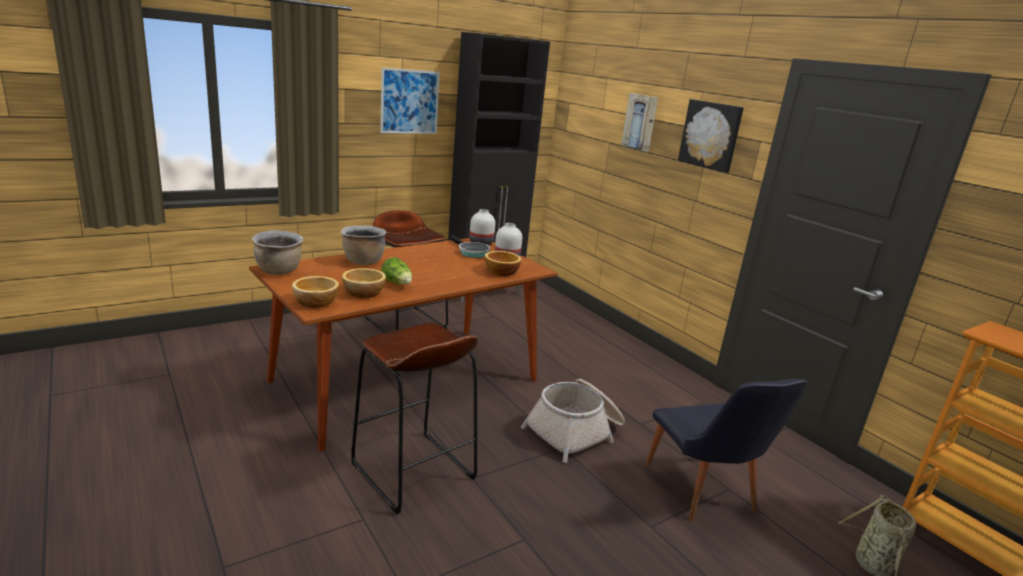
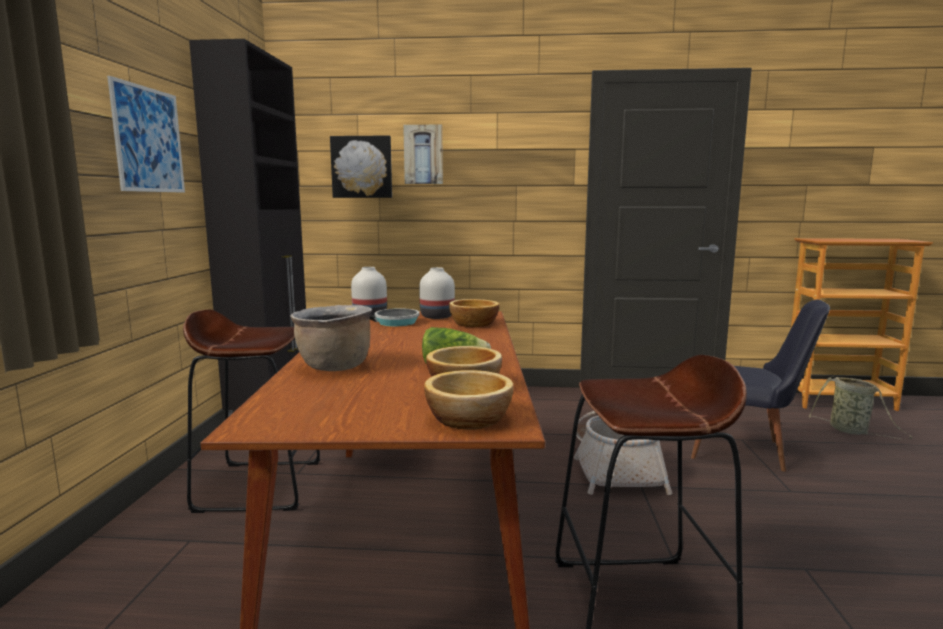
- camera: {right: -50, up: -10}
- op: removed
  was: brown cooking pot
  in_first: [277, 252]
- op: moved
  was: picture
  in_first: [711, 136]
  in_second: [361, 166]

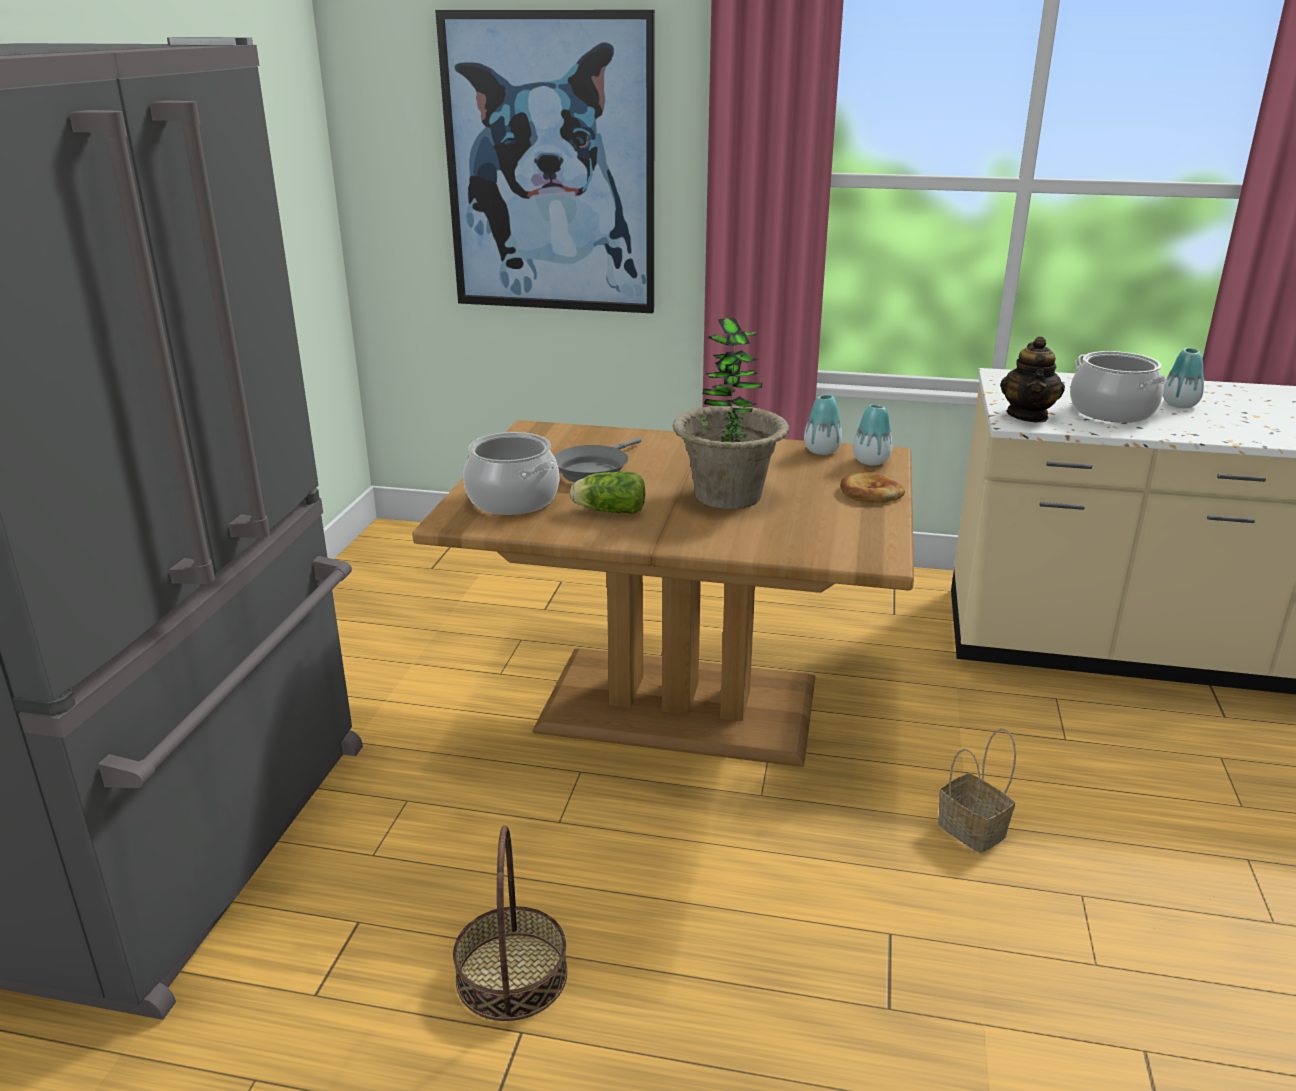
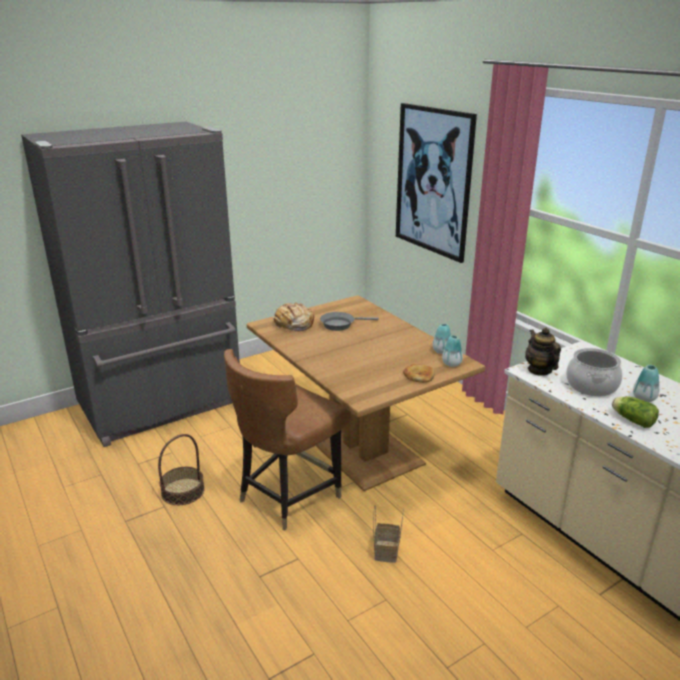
- camera: {right: 45, up: 0}
- op: removed
  was: potted plant
  in_first: [731, 413]
- op: added
  now: brown chair
  in_second: [287, 440]
- op: moved
  was: lettuce
  in_first: [608, 493]
  in_second: [635, 412]
- op: replaced
  was: cooking pot
  now: bread
  in_first: [511, 473]
  in_second: [293, 317]
- op: turned
  was: teapot
  in_first: [1032, 379]
  in_second: [543, 352]
  clockwise: 105

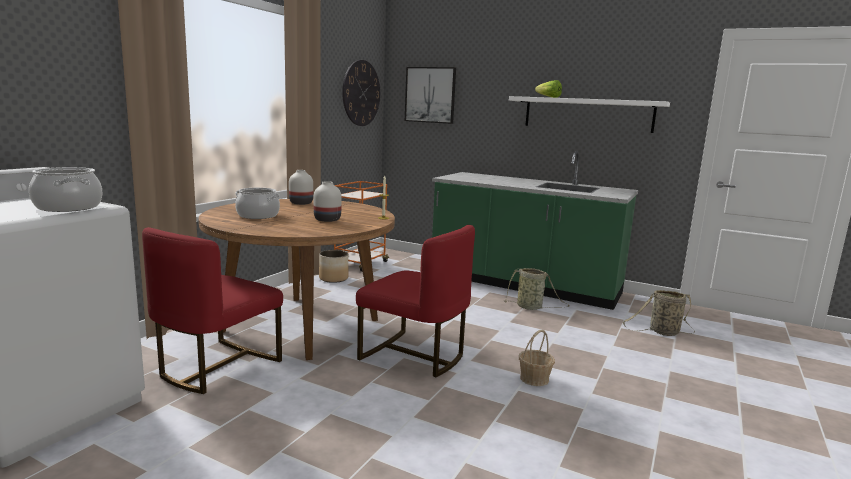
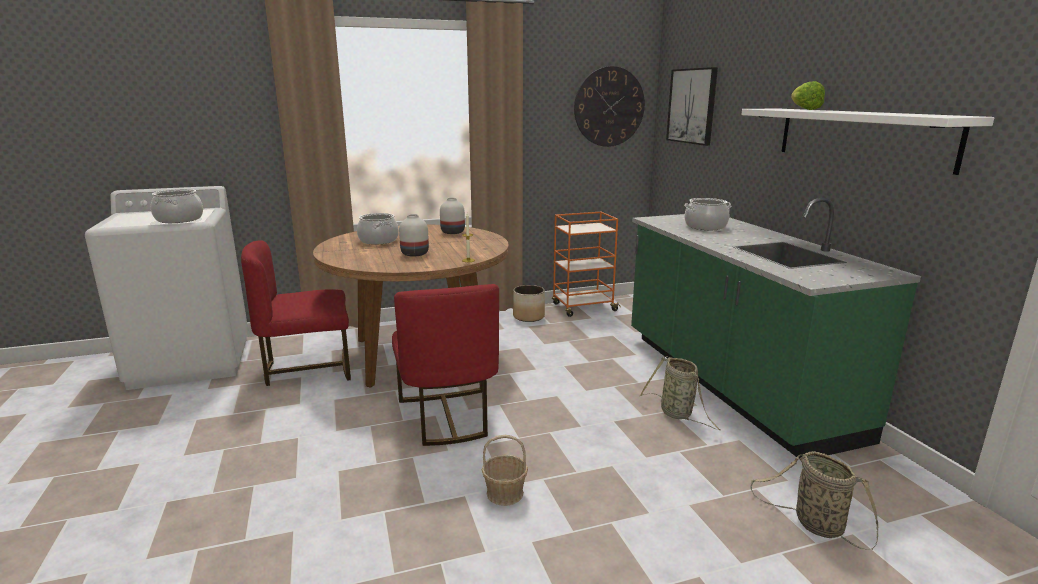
- camera: {right: 45, up: 5}
- op: added
  now: cooking pot
  in_second: [707, 214]

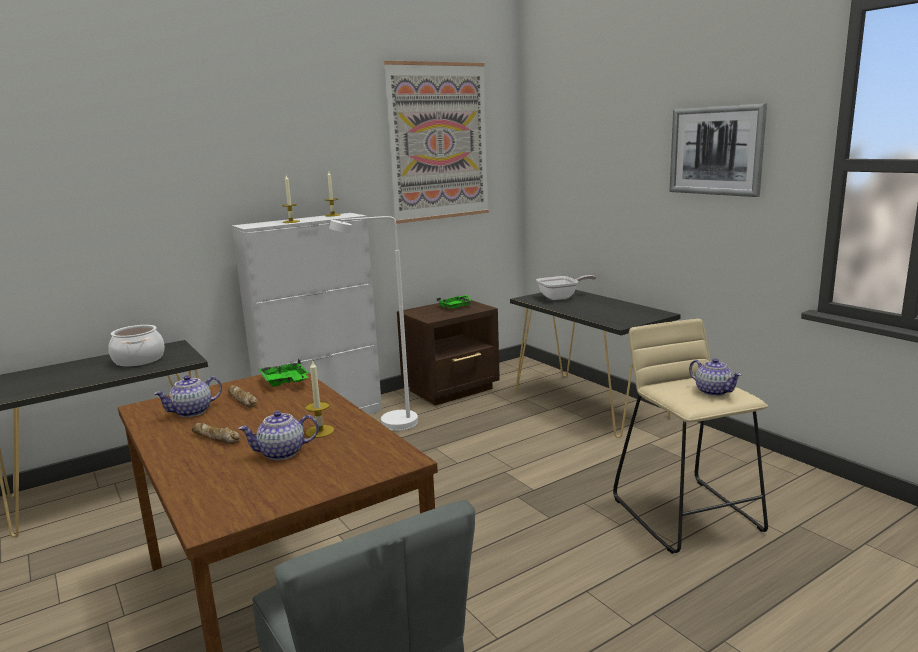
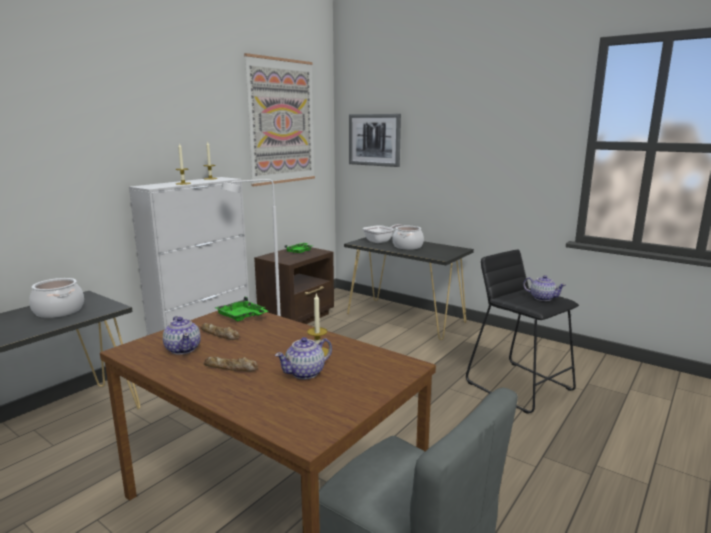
- camera: {right: -20, up: 0}
- op: added
  now: cooking pot
  in_second: [408, 238]
- op: moved
  was: picture
  in_first: [718, 150]
  in_second: [375, 140]
- op: recoloured
  was: beige stool
  now: black stool
  in_first: [690, 436]
  in_second: [522, 332]
- op: turned
  was: teapot
  in_first: [188, 396]
  in_second: [182, 335]
  clockwise: -60

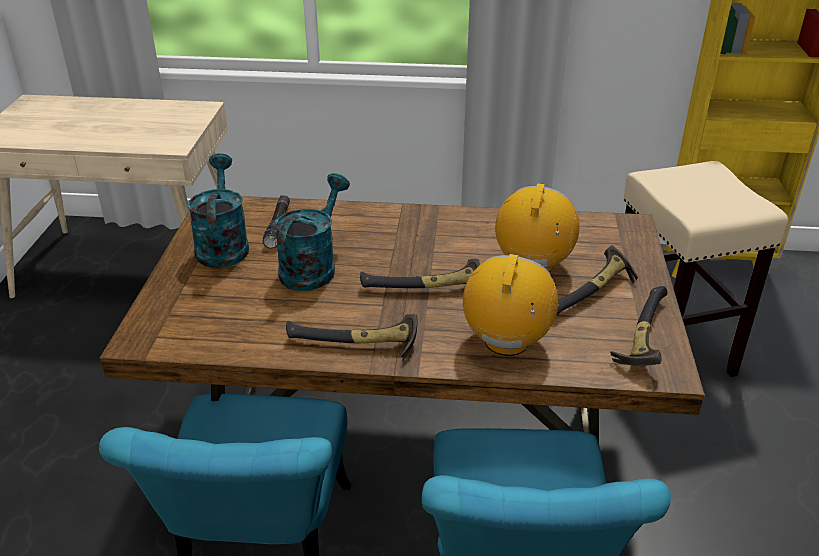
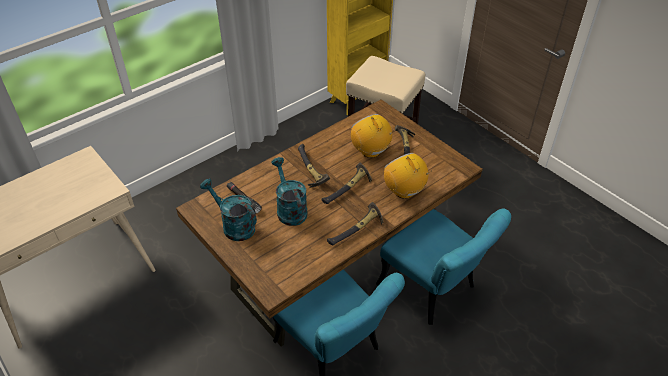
- camera: {right: -45, up: 10}
- op: moved
  was: hammer
  in_first: [638, 326]
  in_second: [314, 166]

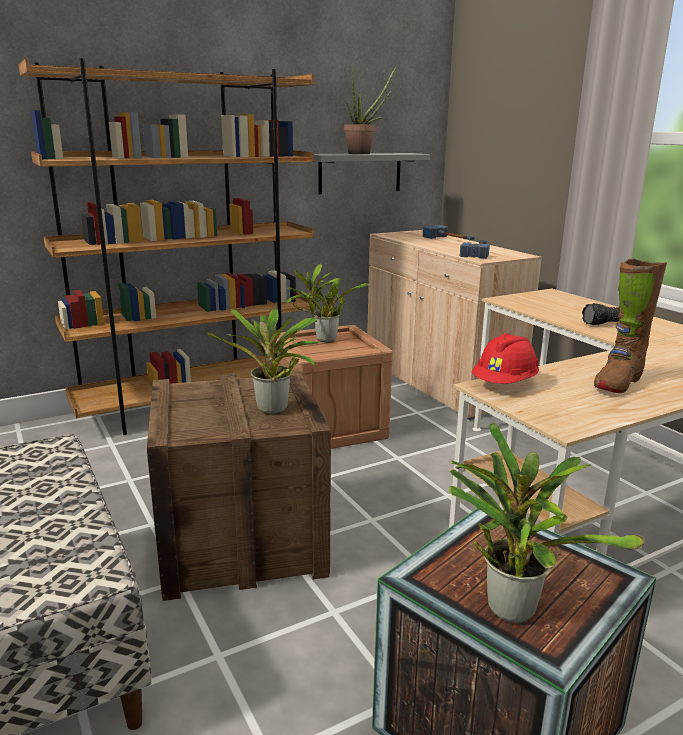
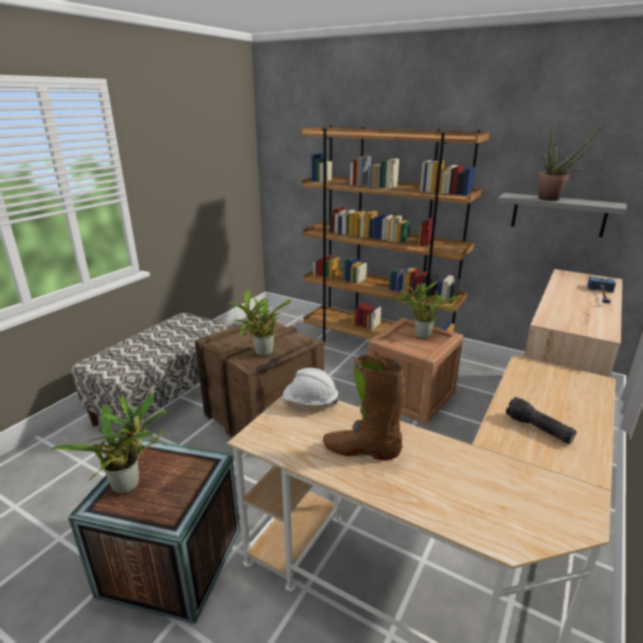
- camera: {right: 60, up: 5}
- op: removed
  was: hammer
  in_first: [475, 249]
- op: recoloured
  was: red hard hat
  now: white hard hat
  in_first: [505, 358]
  in_second: [311, 387]

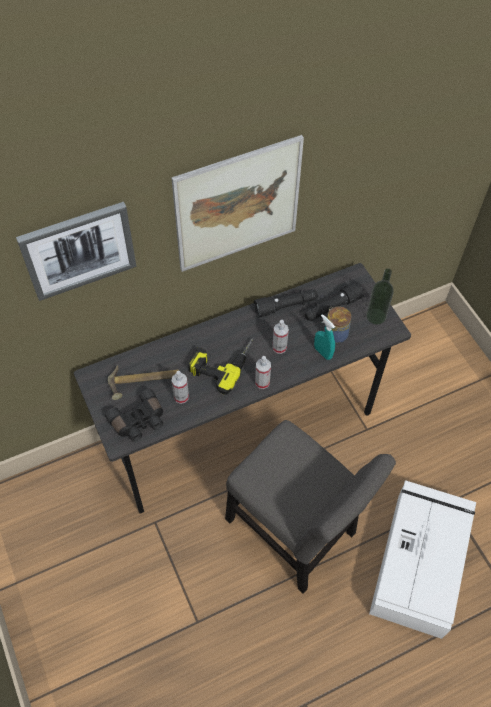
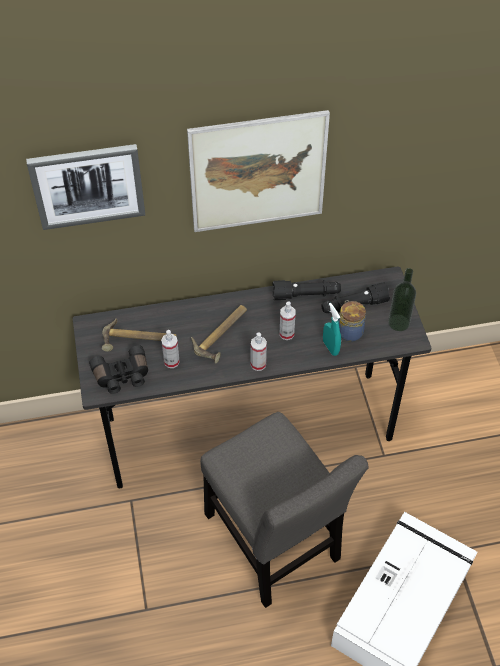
- camera: {right: 15, up: -5}
- op: replaced
  was: power drill
  now: hammer
  in_first: [221, 366]
  in_second: [219, 334]

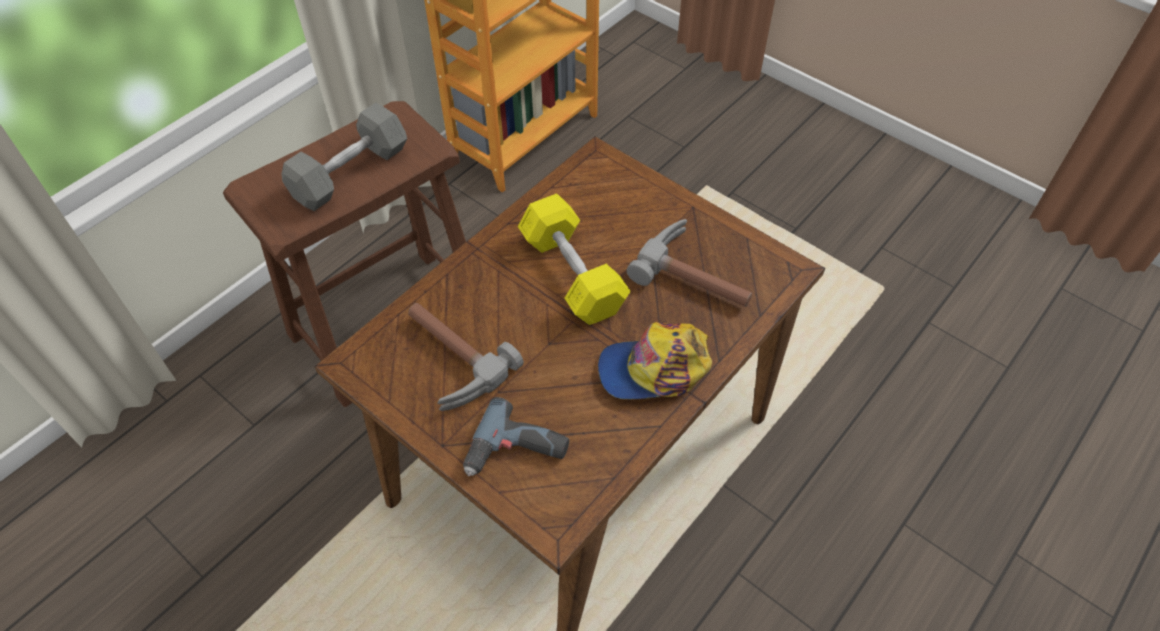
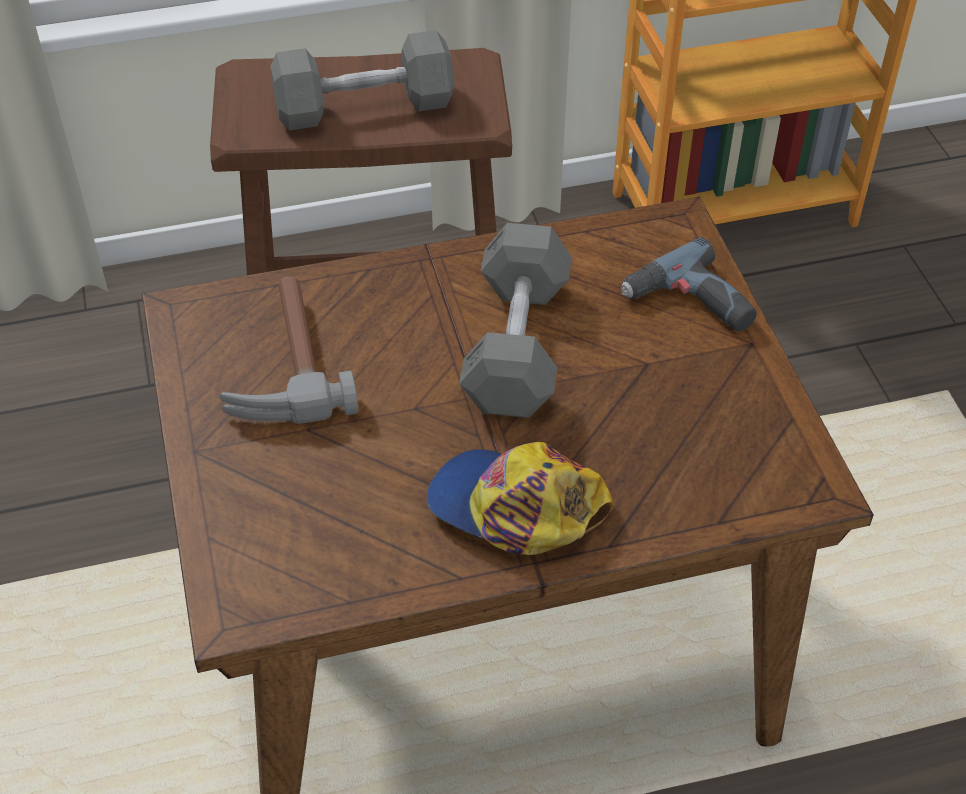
- camera: {right: 35, up: -5}
- op: removed
  was: hammer
  in_first: [689, 263]
- op: moved
  was: power drill
  in_first: [516, 436]
  in_second: [689, 284]
- op: recoloured
  was: yellow dumbbell
  now: grey dumbbell
  in_first: [574, 259]
  in_second: [515, 320]

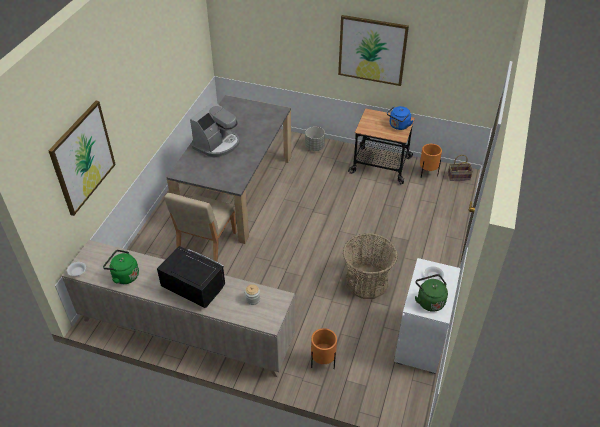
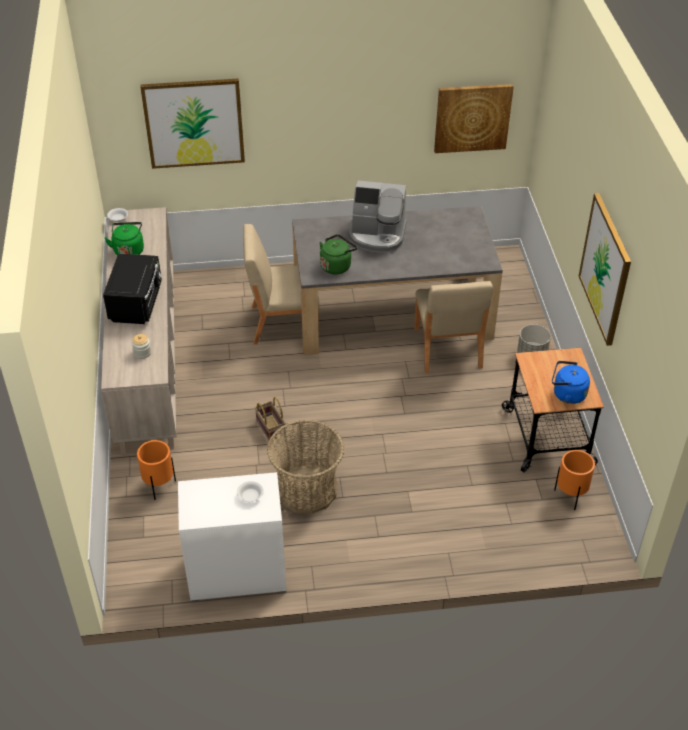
- camera: {right: 65, up: 0}
- op: added
  now: beige chair
  in_second: [454, 327]
- op: added
  now: picture
  in_second: [474, 118]
- op: moved
  was: green kettle
  in_first: [431, 293]
  in_second: [338, 254]
- op: moved
  was: basket
  in_first: [460, 168]
  in_second: [270, 418]

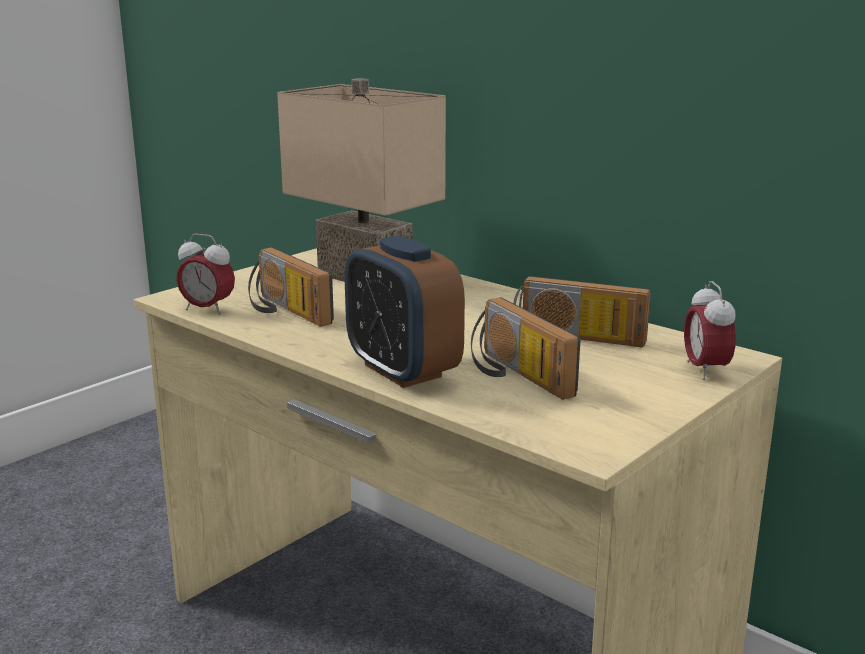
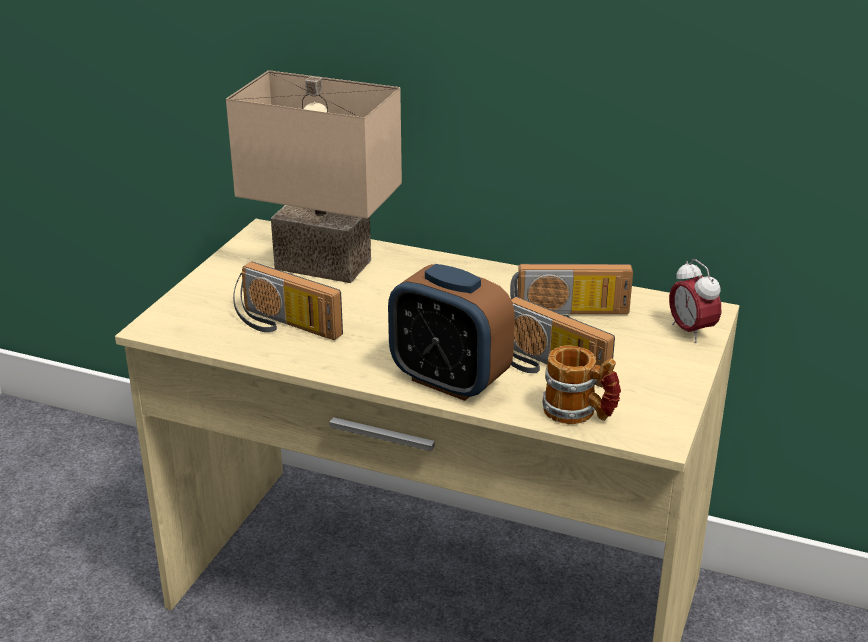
- camera: {right: -20, up: 10}
- op: removed
  was: alarm clock
  in_first: [205, 274]
- op: added
  now: mug
  in_second: [581, 385]

